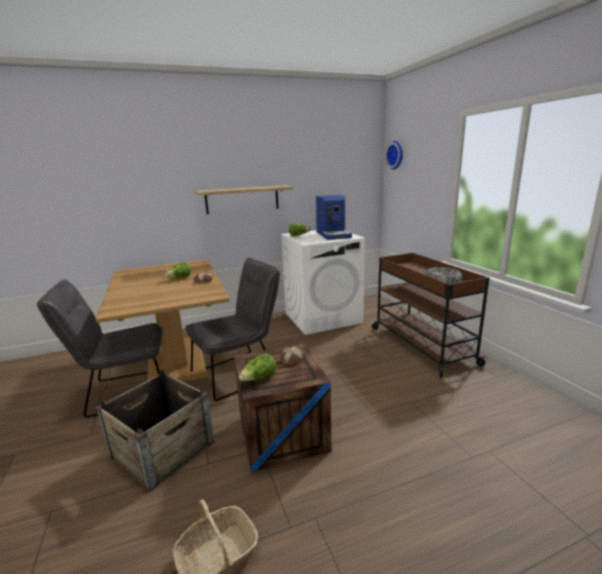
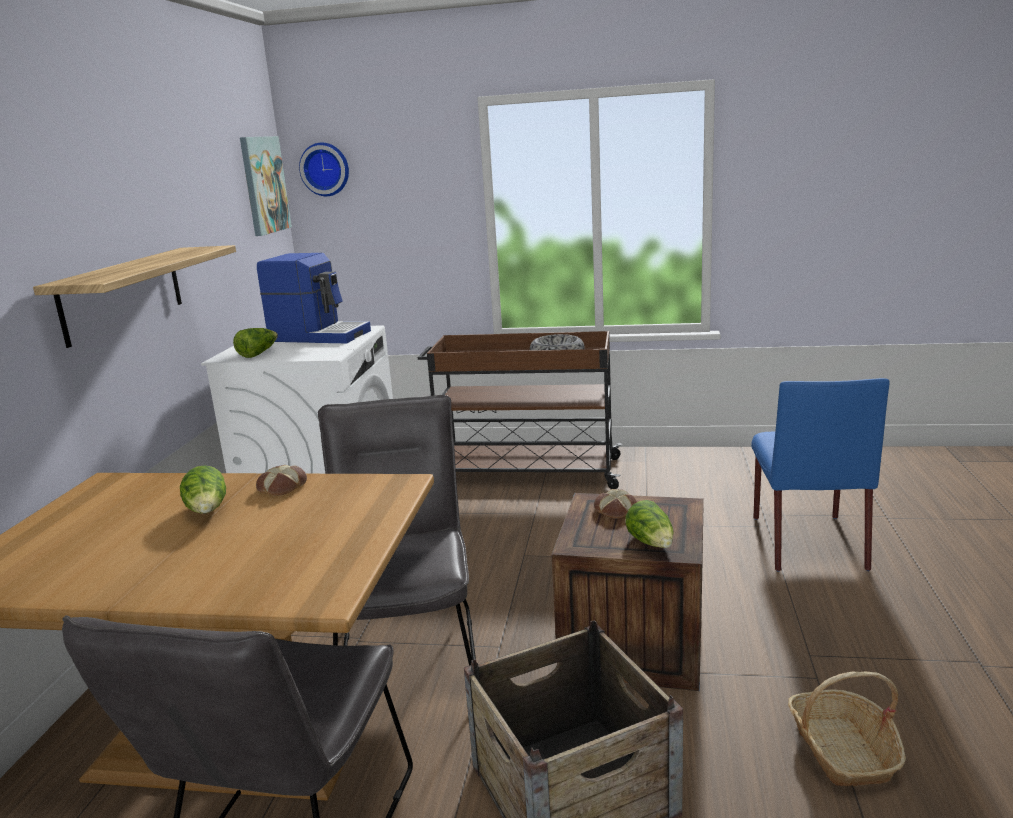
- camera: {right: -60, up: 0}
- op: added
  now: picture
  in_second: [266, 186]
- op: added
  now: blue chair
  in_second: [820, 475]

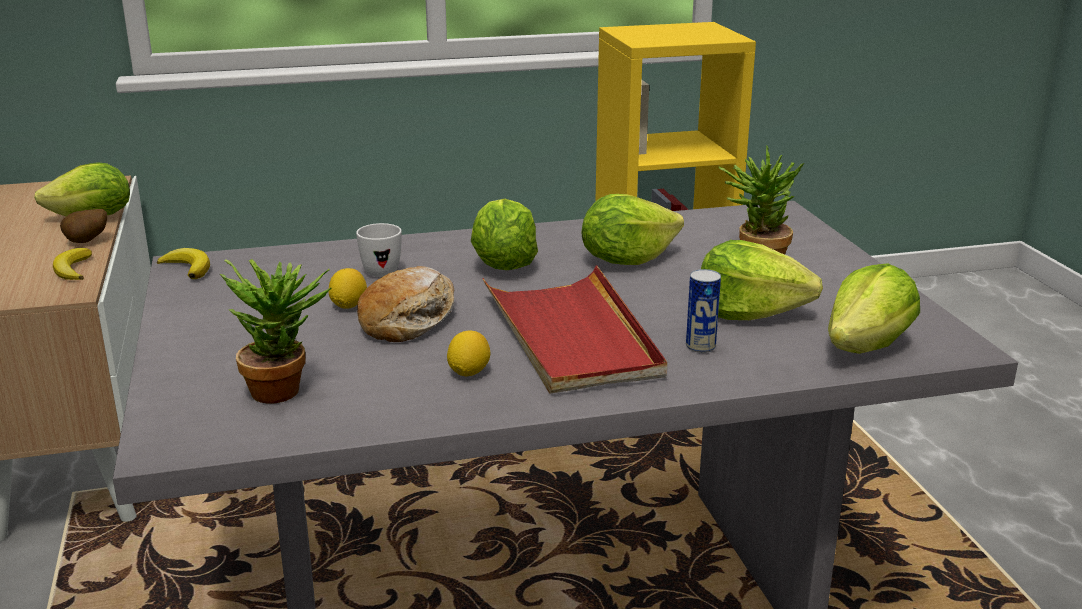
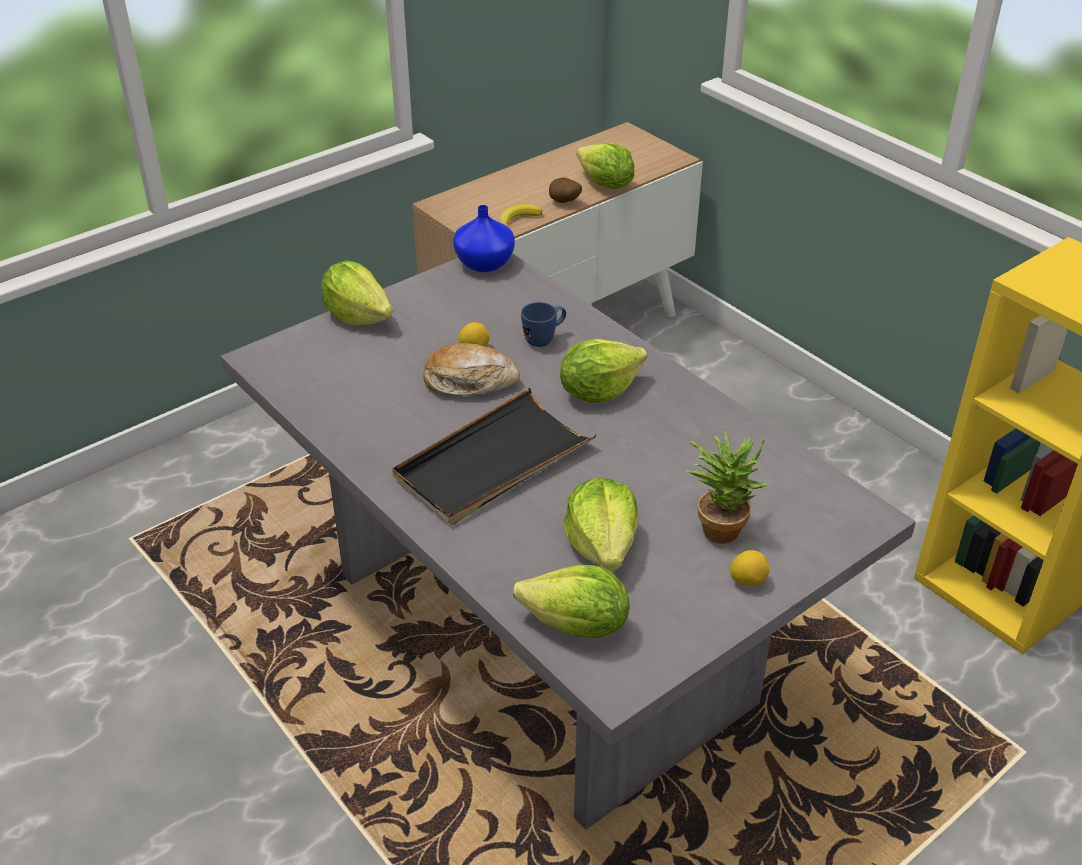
- camera: {right: 65, up: 15}
- op: removed
  was: potted plant
  in_first: [276, 331]
- op: removed
  was: can
  in_first: [703, 311]
- op: moved
  was: lemon
  in_first: [468, 354]
  in_second: [750, 568]
- op: moved
  was: lettuce
  in_first: [633, 229]
  in_second: [357, 292]
- op: replaced
  was: banana
  now: blue vase
  in_first: [183, 263]
  in_second: [484, 238]
- op: recoloured
  was: white mug
  now: blue mug
  in_first: [379, 250]
  in_second: [543, 324]
- op: recoloured
  was: red tray
  now: black tray
  in_first: [574, 329]
  in_second: [494, 456]

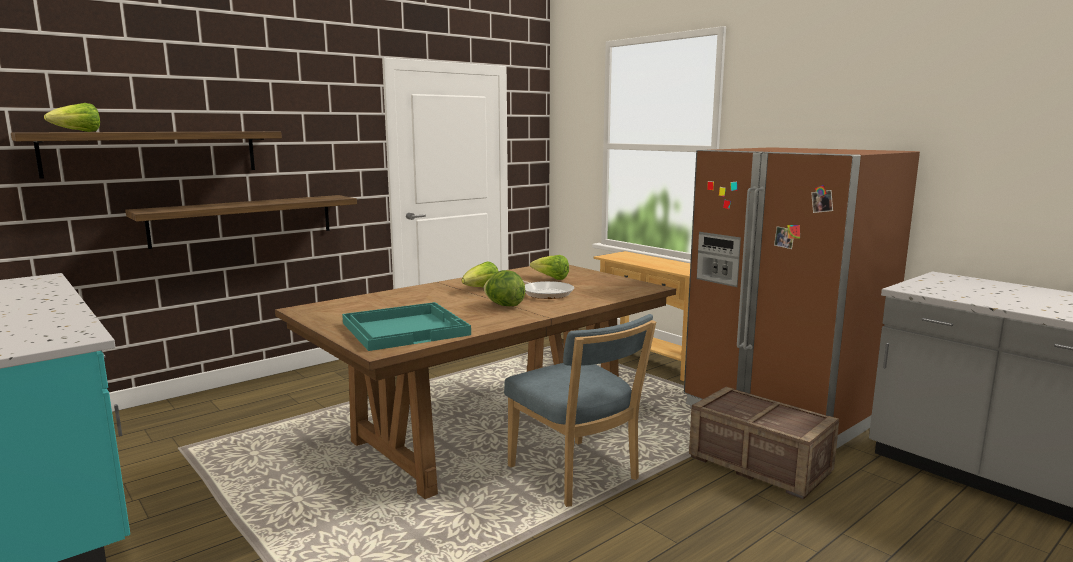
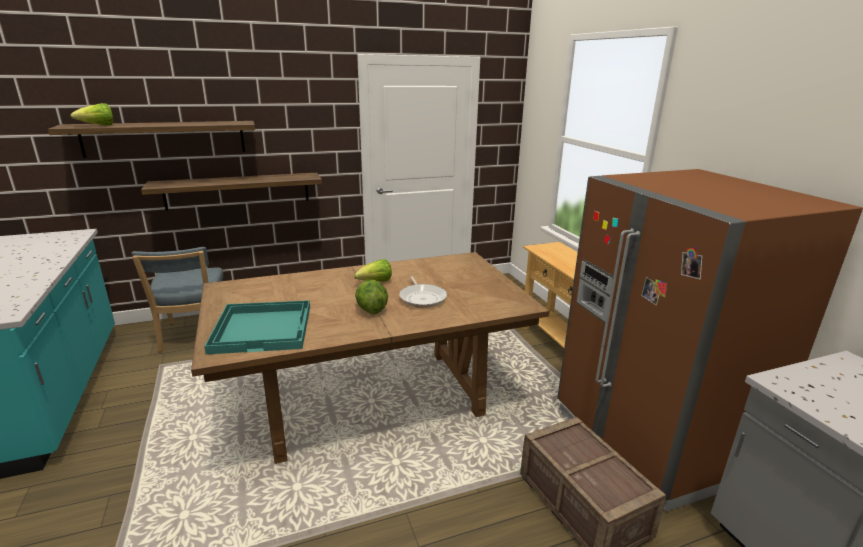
- camera: {right: 20, up: 10}
- op: removed
  was: lettuce
  in_first: [549, 267]
- op: moved
  was: blue chair
  in_first: [580, 410]
  in_second: [177, 299]

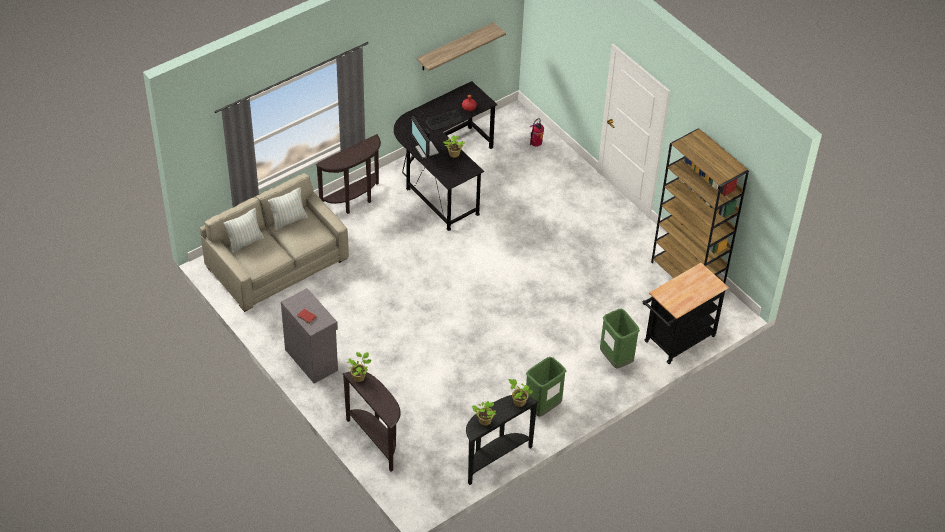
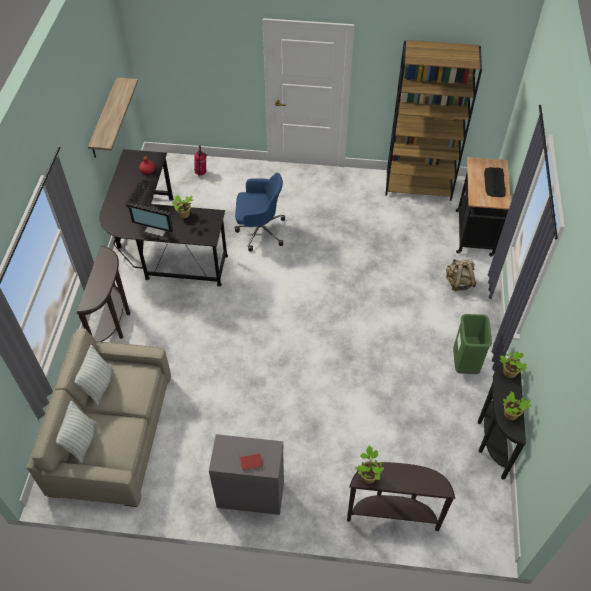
- camera: {right: -45, up: 5}
- op: added
  now: blue office chair
  in_second: [259, 212]
- op: added
  now: keyboard
  in_second: [494, 182]
- op: replaced
  was: green trash can
  now: beige backpack
  in_first: [620, 339]
  in_second: [461, 275]

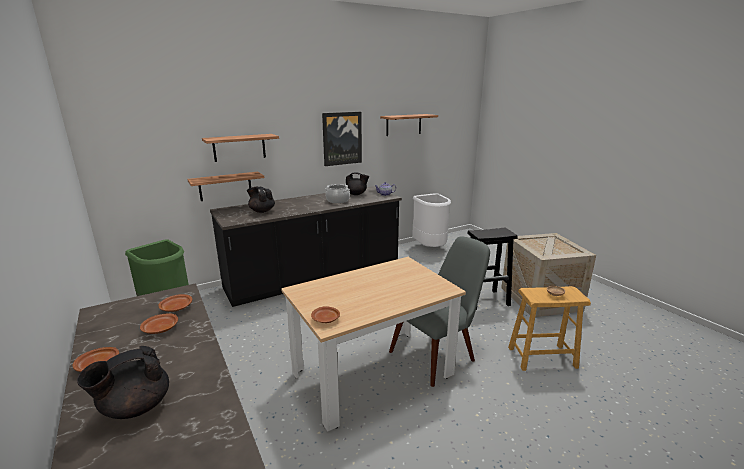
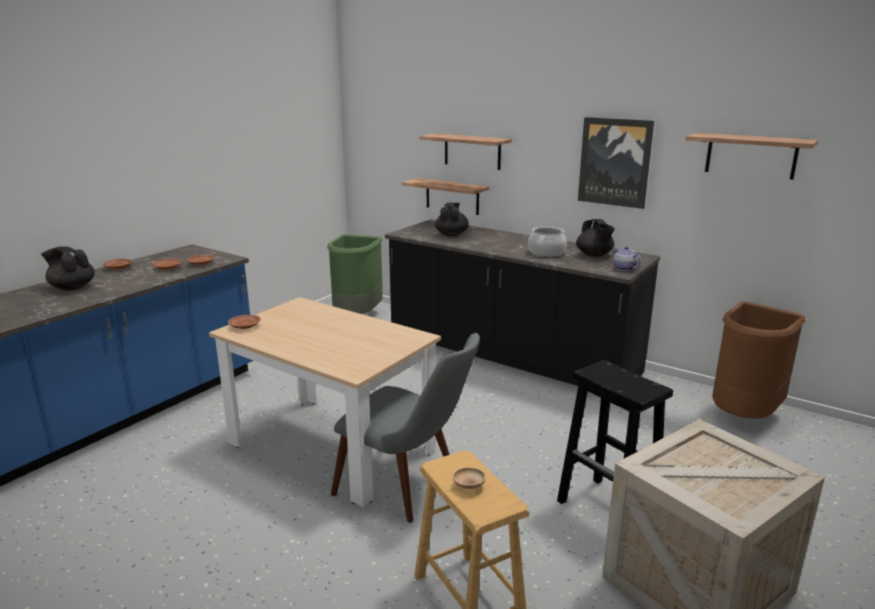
- camera: {right: 65, up: 0}
- op: recoloured
  was: white trash can
  now: brown trash can
  in_first: [431, 220]
  in_second: [758, 360]

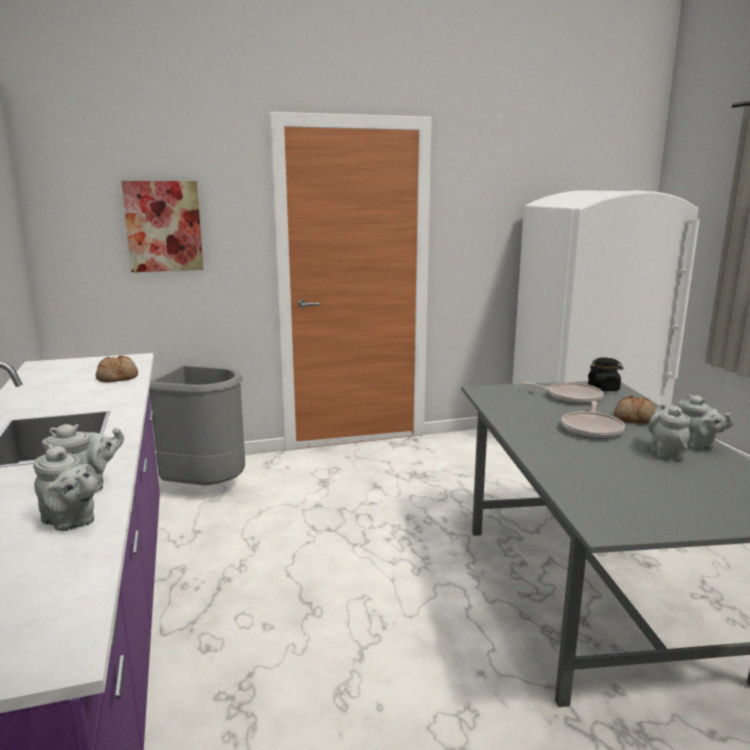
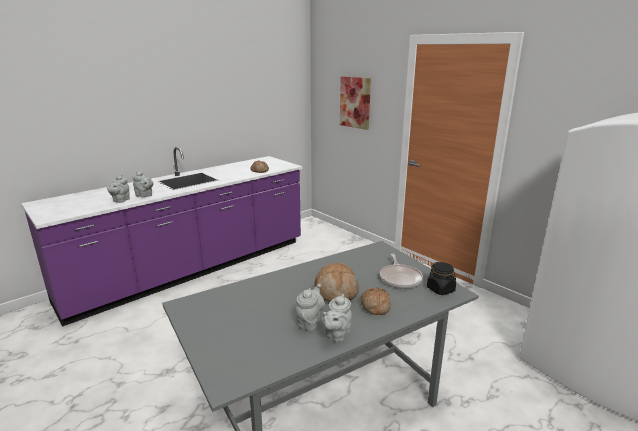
- camera: {right: 65, up: 5}
- op: removed
  was: grey trash can
  in_first: [197, 425]
- op: replaced
  was: frying pan
  now: bread
  in_first: [593, 420]
  in_second: [336, 282]
- op: turned
  was: grey teapot
  in_first: [669, 431]
  in_second: [310, 307]
  clockwise: -45

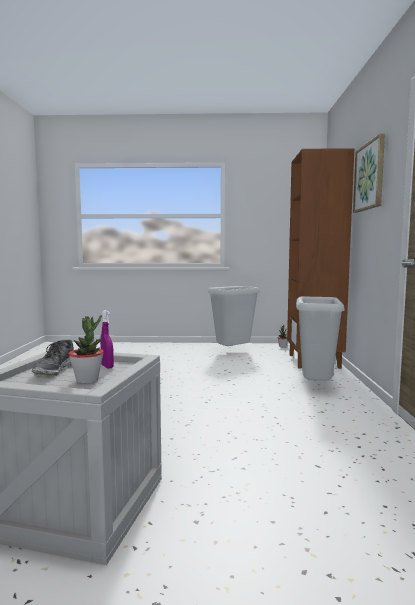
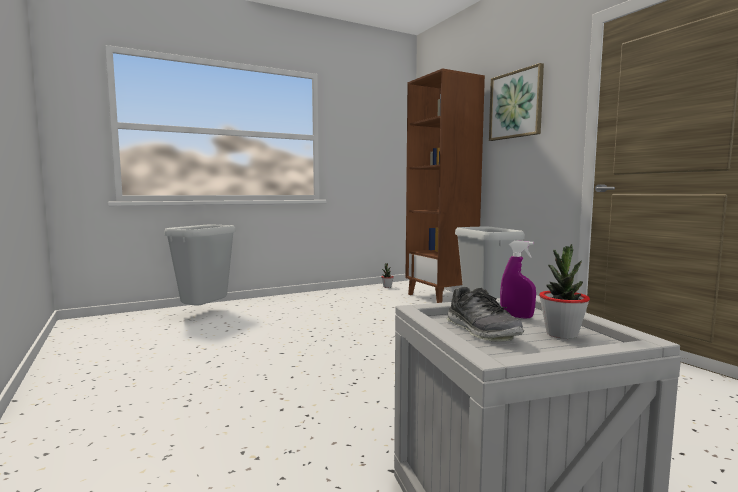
- camera: {right: -30, up: 0}
- op: moved
  was: grey trash can
  in_first: [233, 316]
  in_second: [200, 265]

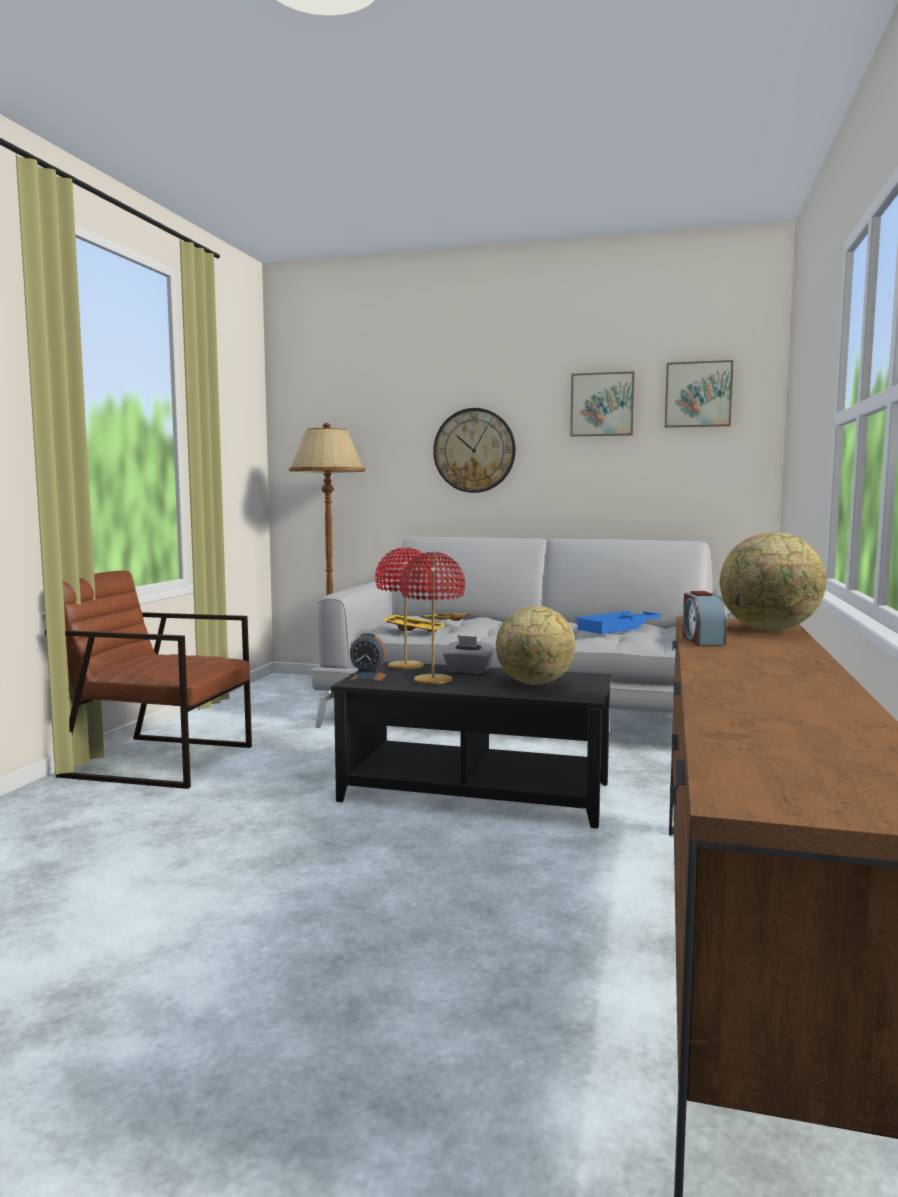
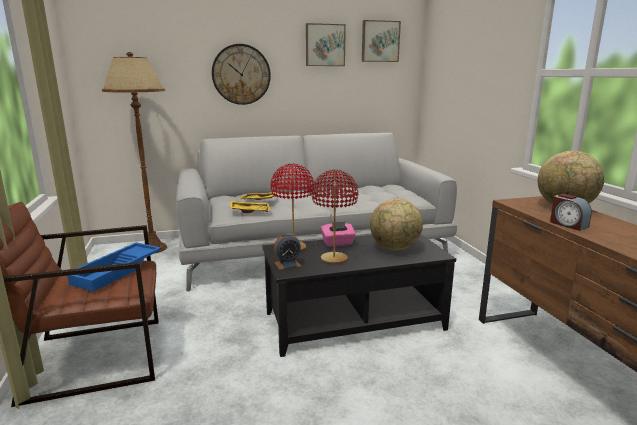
- camera: {right: -30, up: 10}
- op: moved
  was: blue tray
  in_first: [619, 622]
  in_second: [114, 266]
- op: recoloured
  was: grey tissue box
  now: pink tissue box
  in_first: [468, 654]
  in_second: [338, 234]

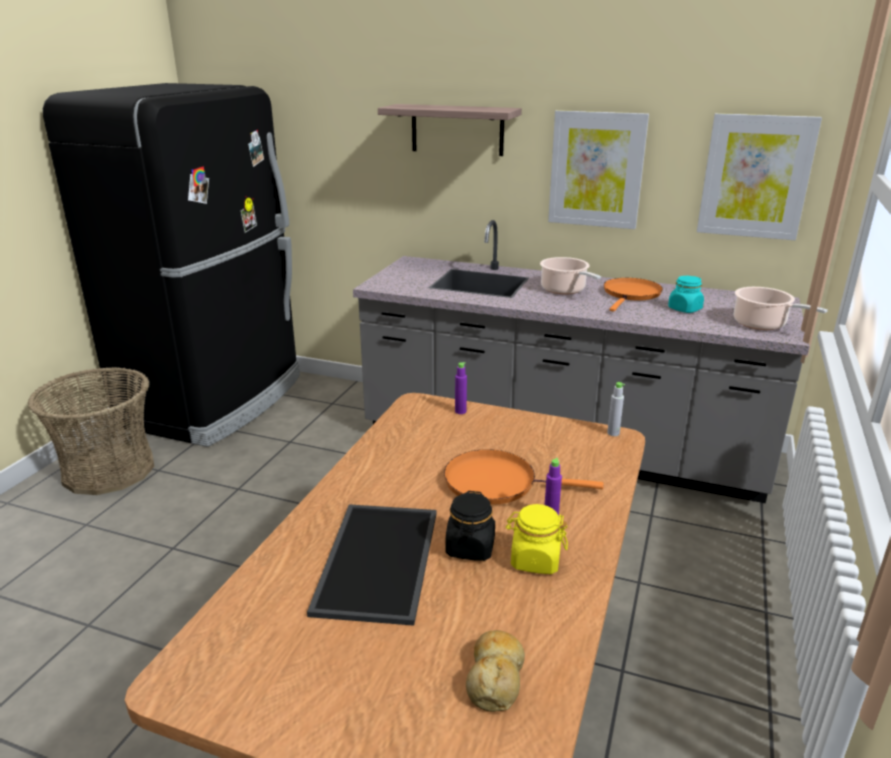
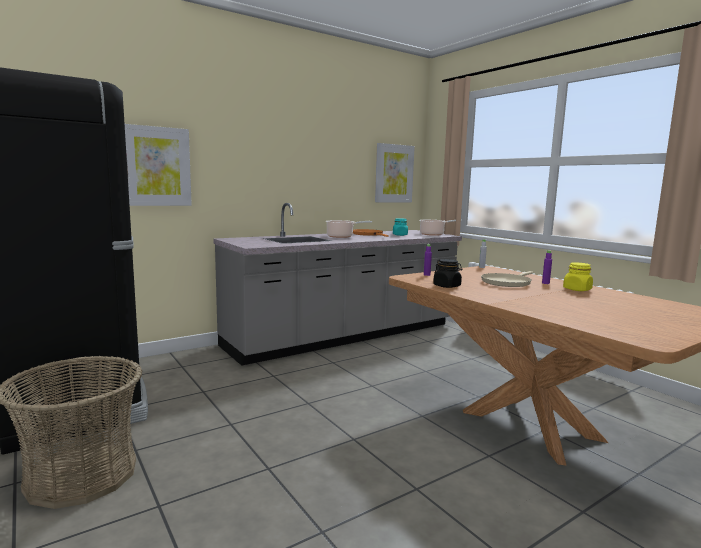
- camera: {right: -55, up: -15}
- op: removed
  was: tray
  in_first: [371, 565]
- op: removed
  was: shelf
  in_first: [450, 130]
- op: removed
  was: bread
  in_first: [495, 671]
- op: moved
  was: black jar
  in_first: [470, 526]
  in_second: [447, 273]
- op: moved
  was: picture
  in_first: [598, 169]
  in_second: [158, 165]
- op: recoloured
  was: orange frying pan
  now: beige frying pan
  in_first: [524, 477]
  in_second: [507, 279]

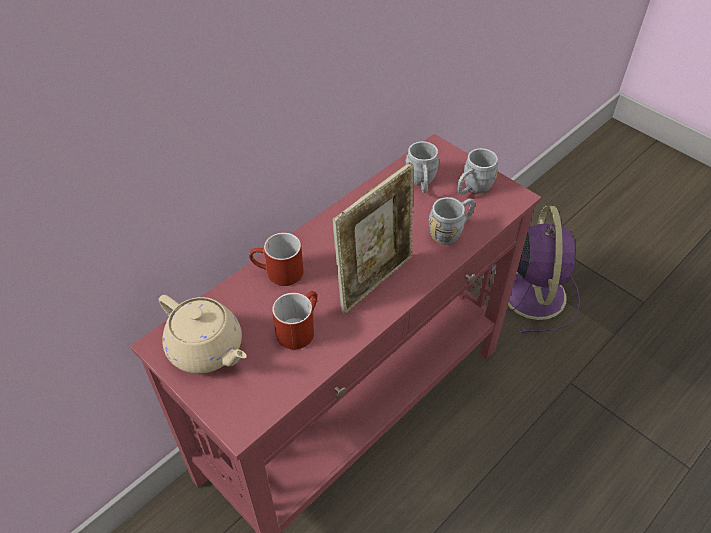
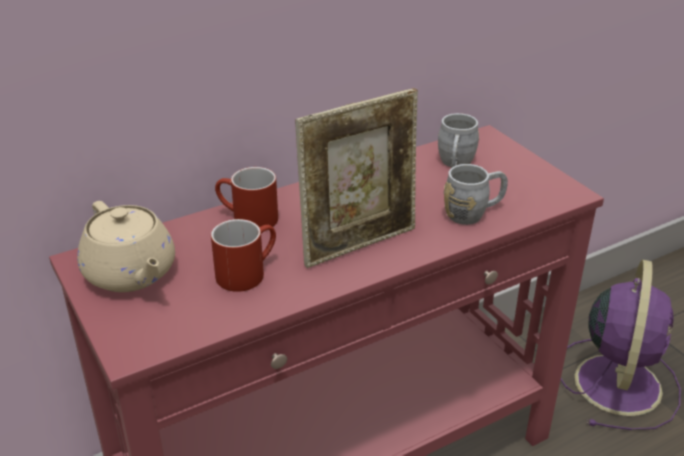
- camera: {right: 15, up: -15}
- op: removed
  was: grey mug
  in_first: [477, 171]

